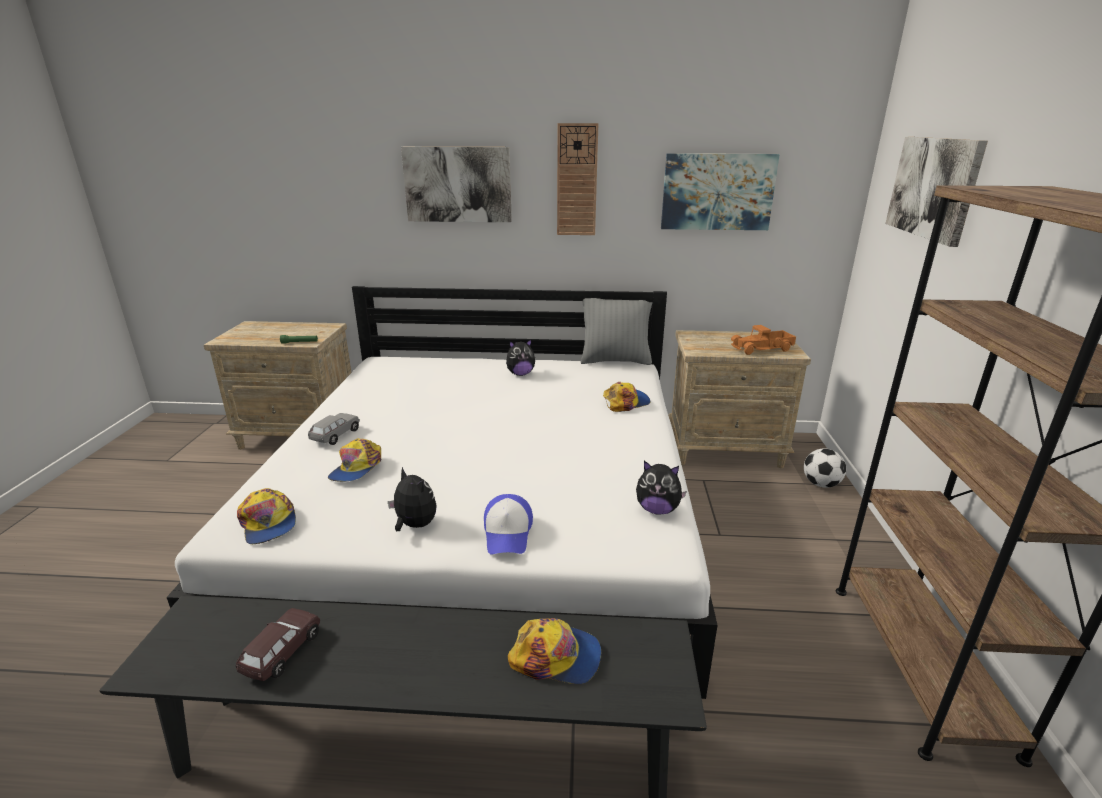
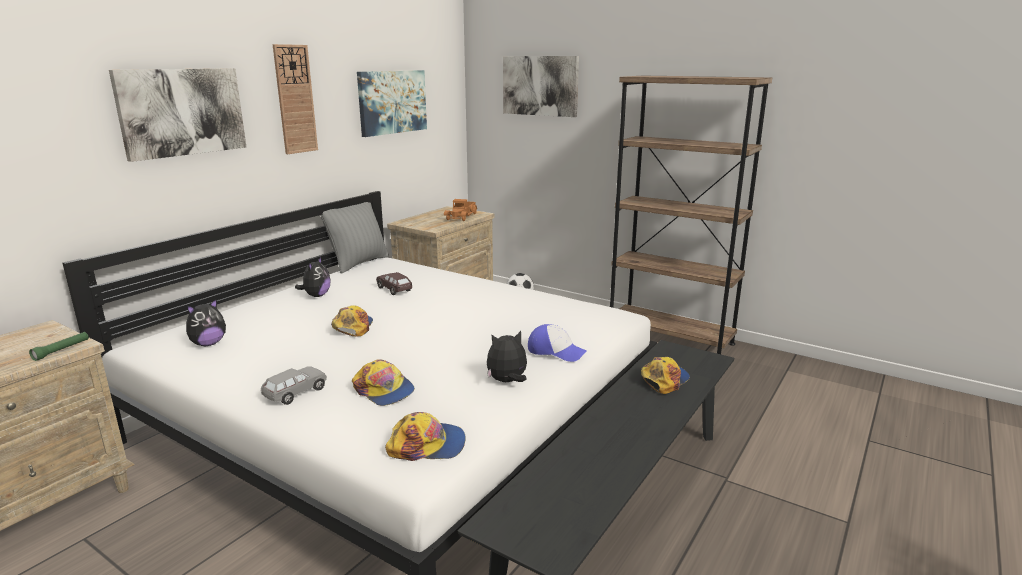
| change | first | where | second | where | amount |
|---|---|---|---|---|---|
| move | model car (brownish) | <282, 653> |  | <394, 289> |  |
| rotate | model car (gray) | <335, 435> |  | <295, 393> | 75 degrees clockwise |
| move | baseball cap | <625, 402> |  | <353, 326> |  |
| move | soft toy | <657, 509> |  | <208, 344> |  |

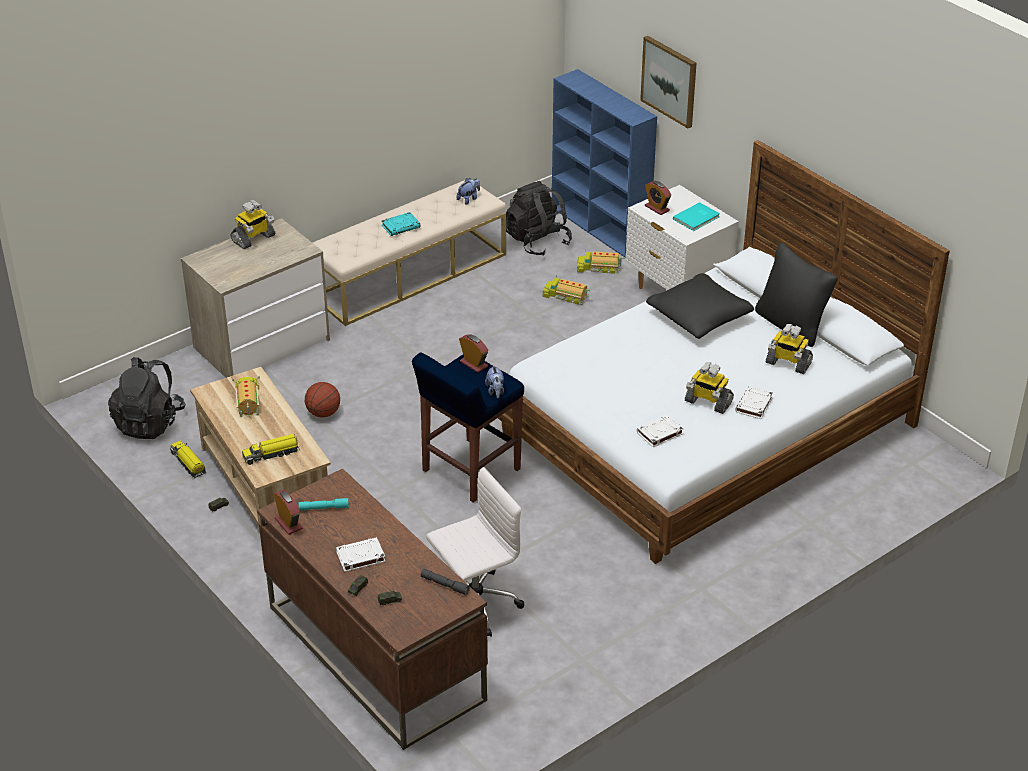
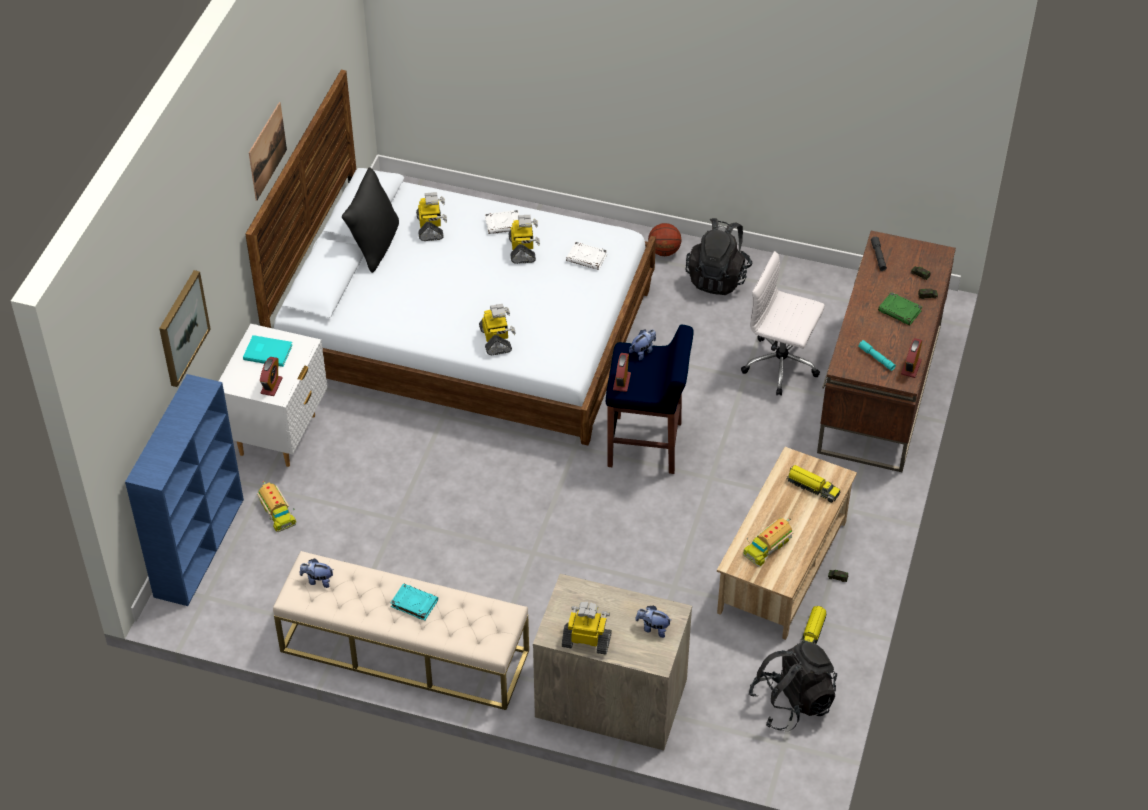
| change | first | where | second | where | amount |
|---|---|---|---|---|---|
| move | ball for basketball | <323, 413> |  | <664, 251> |  |
| recolor | book (white) | <360, 557> | book (green) | <900, 311> |  |
| move | rucksack (black-coloured) | <537, 241> |  | <718, 277> |  |
| delete | toy lorry | <566, 296> |  |  |  |
| delete | throw pillow (black-coloured) | <699, 317> |  |  |  |
| insert |  |  | wall picture | <267, 151> |  |
| insert |  |  | robot figure | <496, 340> |  |
| insert |  |  | soft toy | <653, 628> |  |

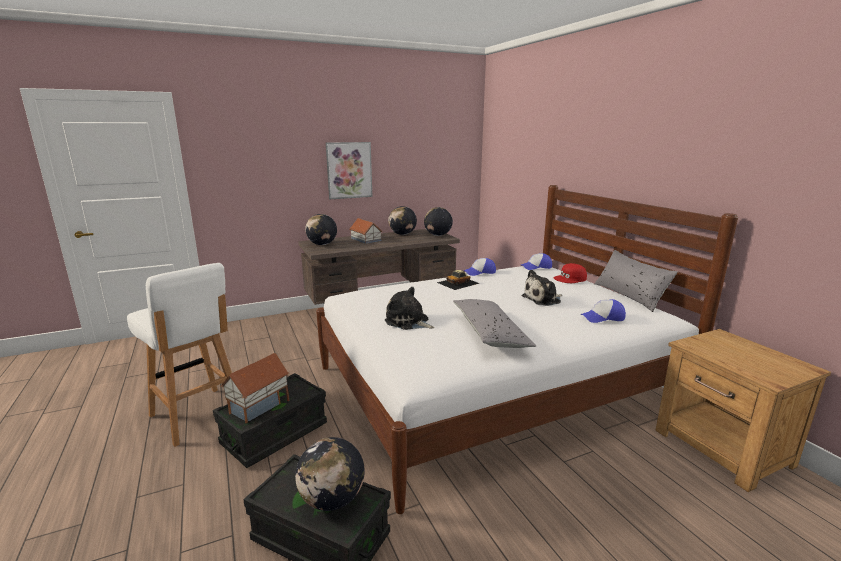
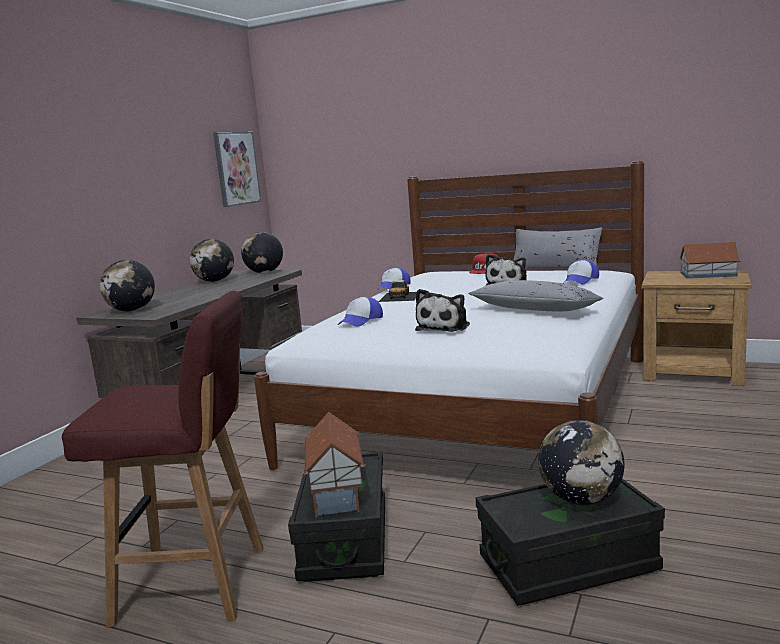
| change | first | where | second | where | amount |
|---|---|---|---|---|---|
| recolor | stool (white) | <198, 416> | stool (reddish) | <195, 584> |  |
| move | wall picture | <349, 170> |  | <236, 168> |  |
| move | miniature house | <365, 239> |  | <707, 274> |  |
| rotate | soft toy | <408, 322> |  | <445, 327> | 60 degrees counterclockwise |
| move | baseball cap | <536, 267> |  | <361, 321> |  |

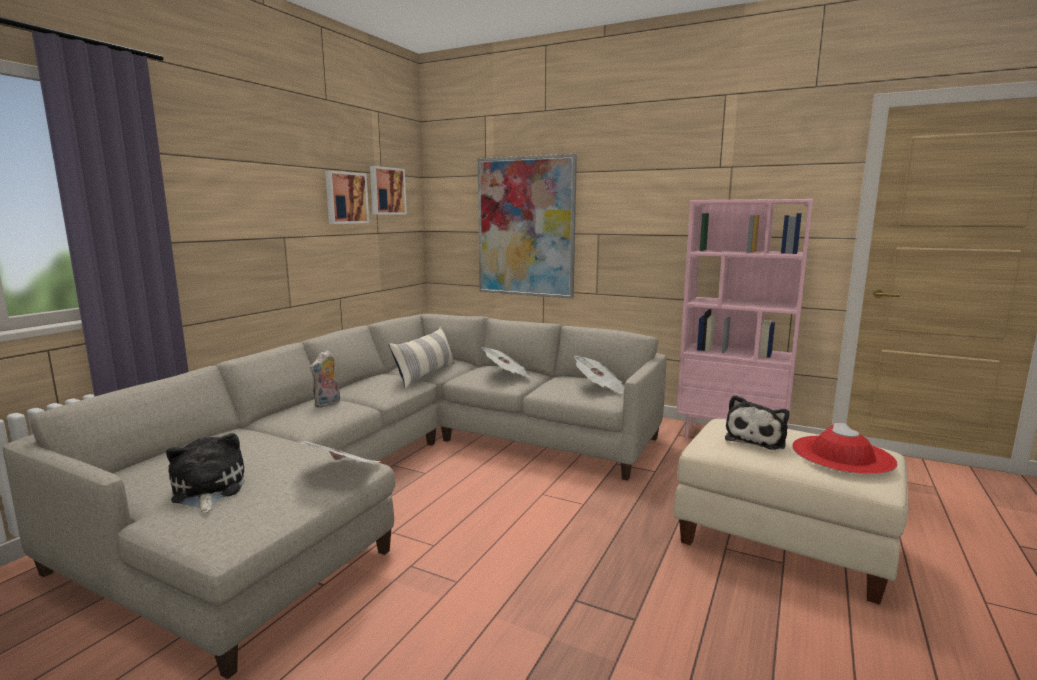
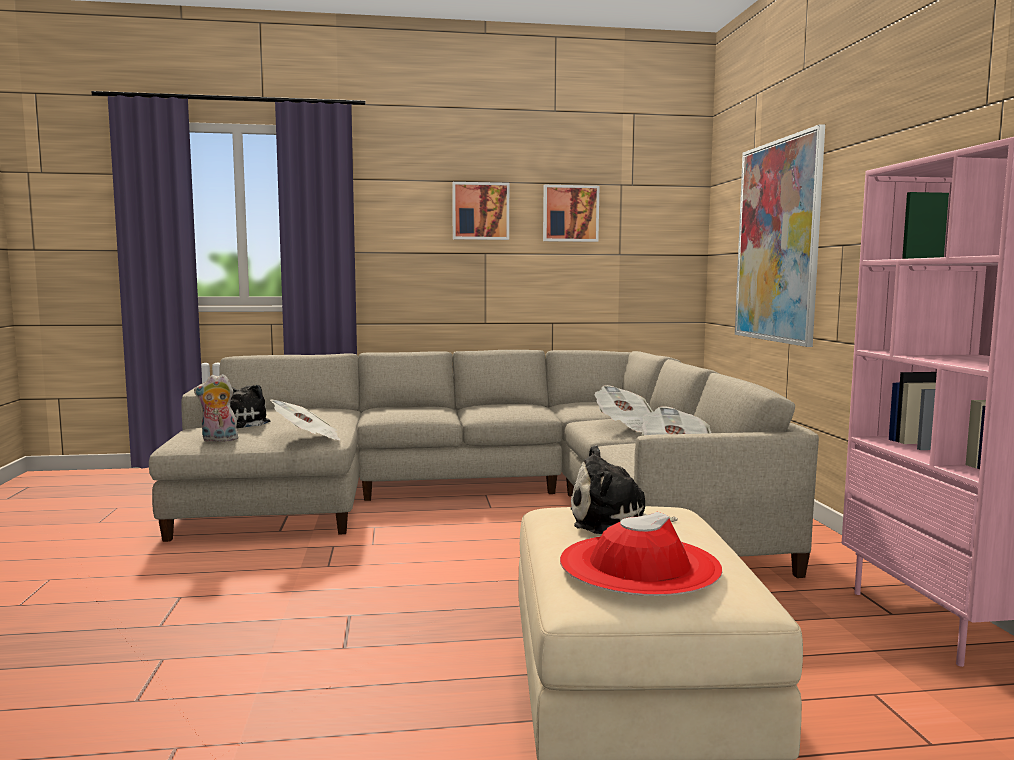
| change | first | where | second | where | amount |
|---|---|---|---|---|---|
| move | soft toy | <328, 404> |  | <218, 440> |  |
| move | wall picture | <386, 191> |  | <480, 211> |  |
| delete | throw pillow | <426, 374> |  |  |  |

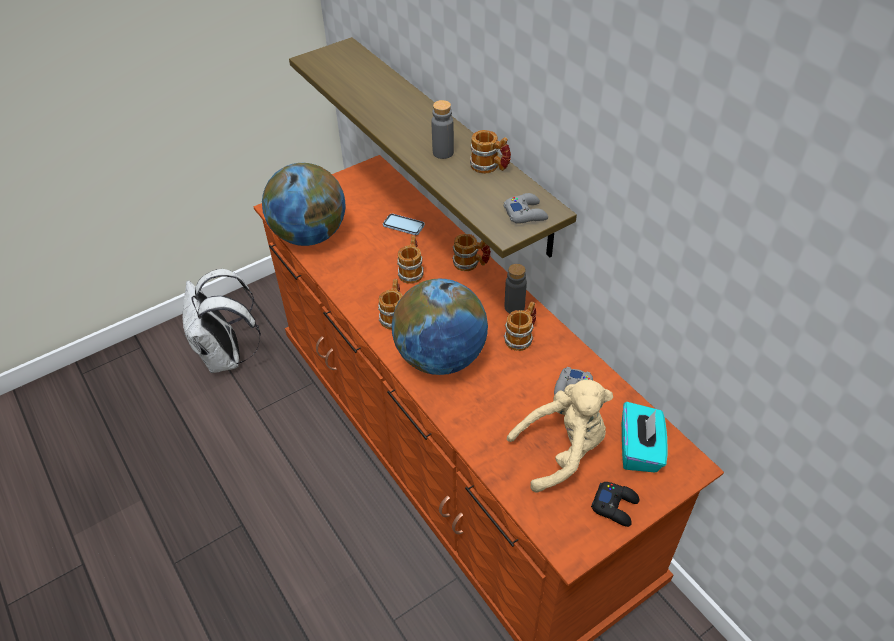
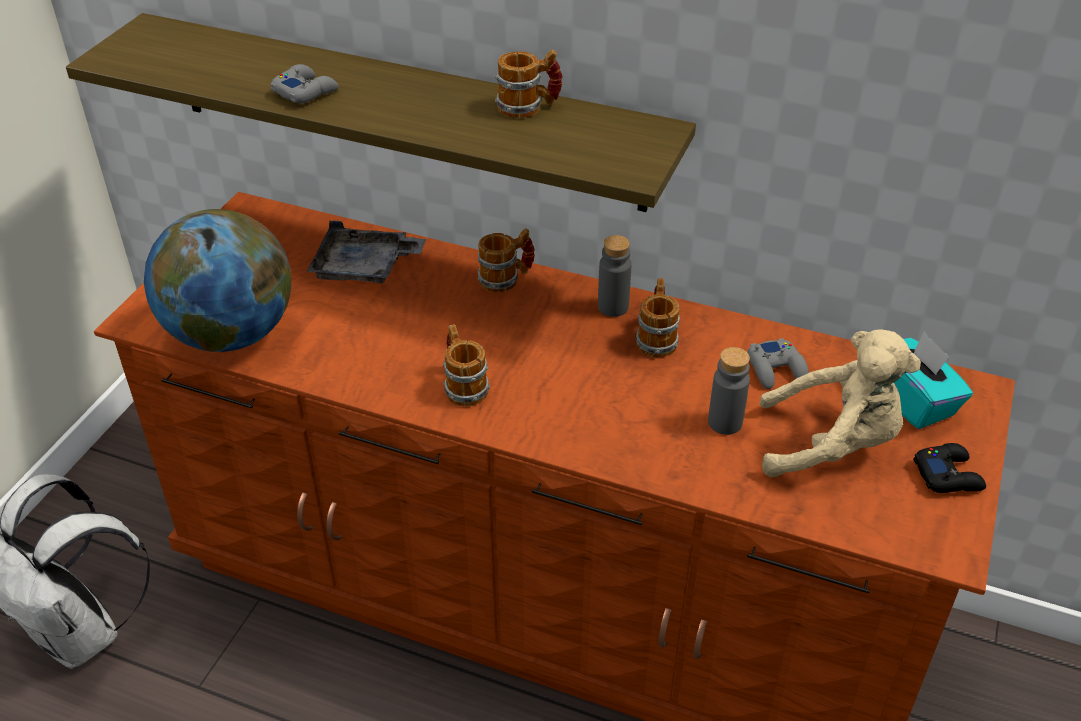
| change | first | where | second | where | amount |
|---|---|---|---|---|---|
| replace | handset | <403, 225> | carrying tray (gray) | <365, 268> |  |
| delete | desk globe | <441, 357> |  |  |  |
| delete | mug | <412, 271> |  |  |  |
| move | beverage bottle (gray) | <443, 152> |  | <725, 422> |  |
| move | gamepad (gray) | <525, 213> |  | <305, 91> |  |
| rotate | soft toy (beige-coloured) | <562, 451> |  | <832, 445> | 60 degrees clockwise |

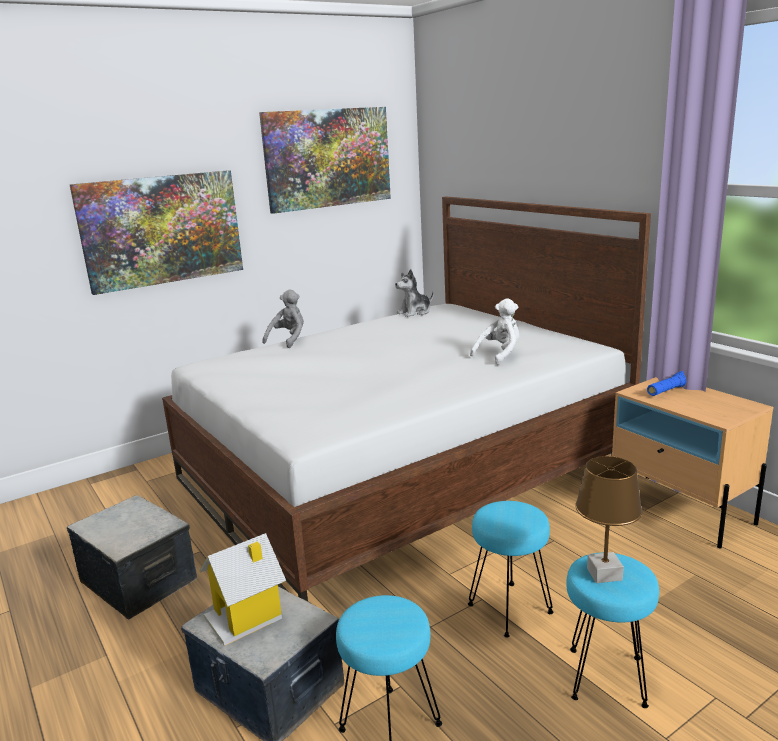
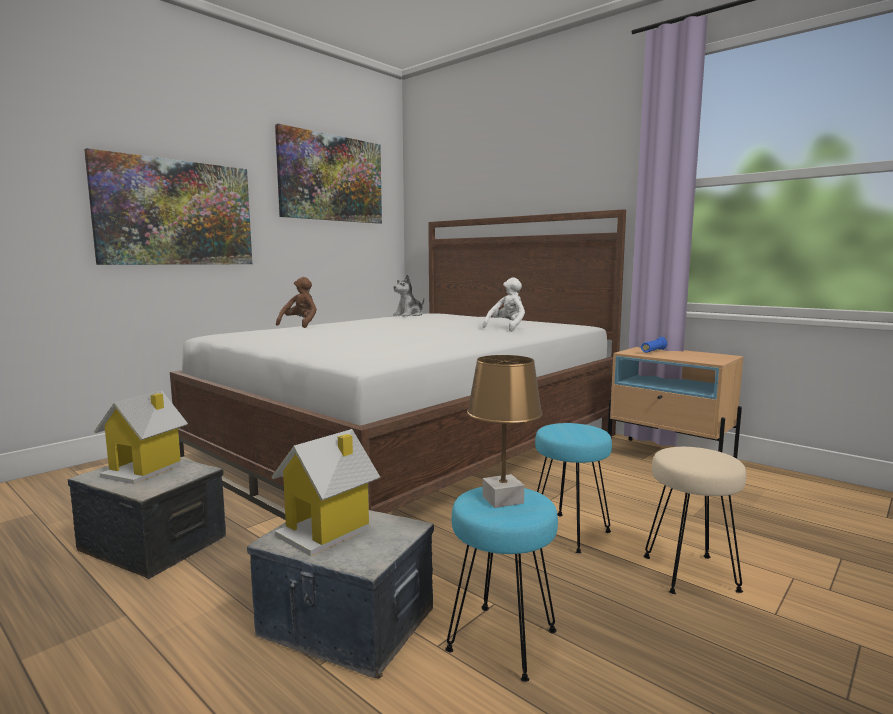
| change | first | where | second | where | amount |
|---|---|---|---|---|---|
| recolor | soft toy (gray) | <288, 340> | soft toy (brownish) | <300, 325> |  |
| recolor | stool (turquoise-coloured) | <605, 677> | stool (beige-coloured) | <688, 573> |  |
| move | tabletop lamp (brownish) | <604, 574> |  | <503, 499> |  |
| insert |  |  | miniature house | <145, 469> |  |

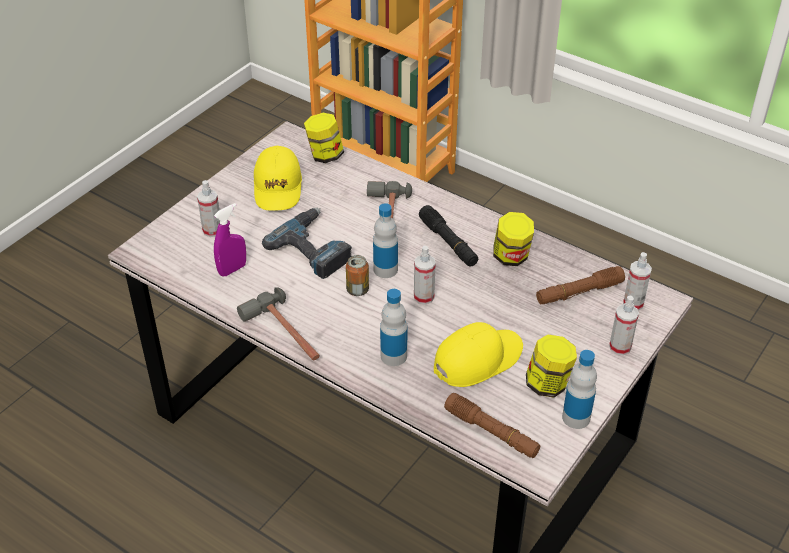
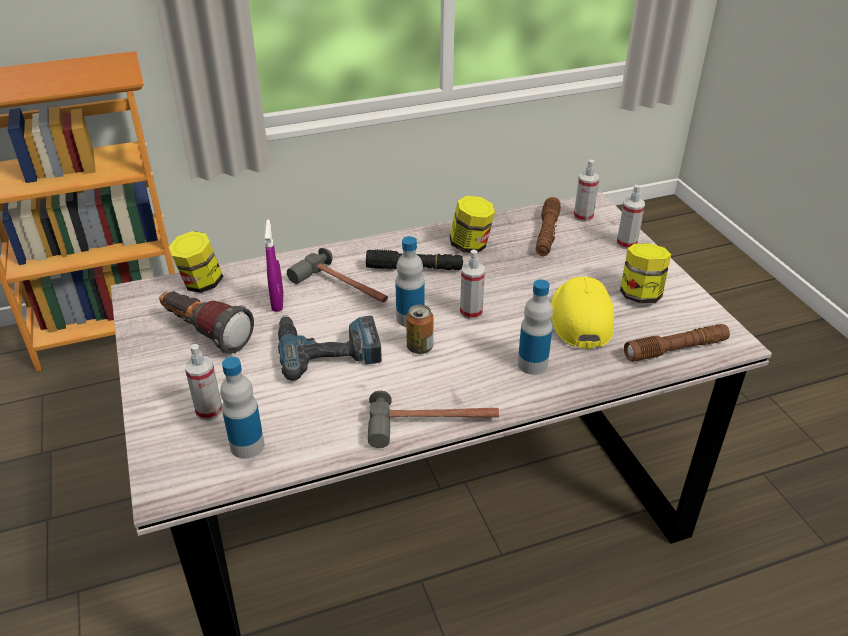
| change | first | where | second | where | amount |
|---|---|---|---|---|---|
| move | sprayer (purple-coloured) | <232, 269> |  | <277, 302> |  |
| replace | baseball cap (yellow) | <278, 187> | flashlight | <205, 334> |  |
| move | beverage bottle | <576, 417> |  | <247, 445> |  |

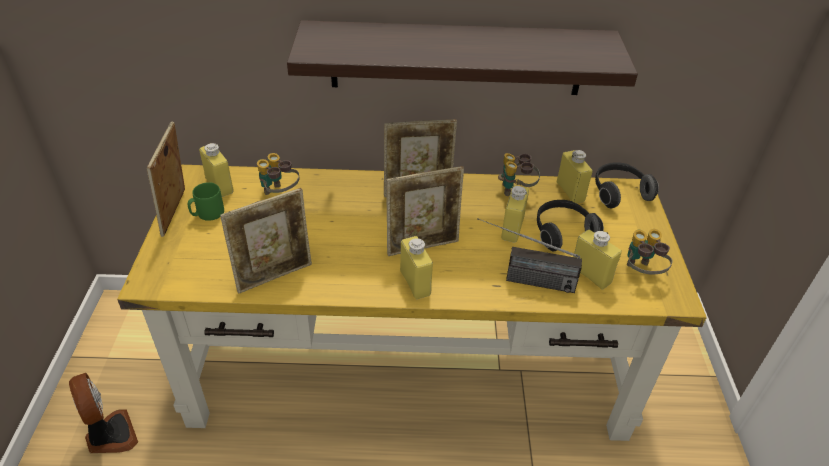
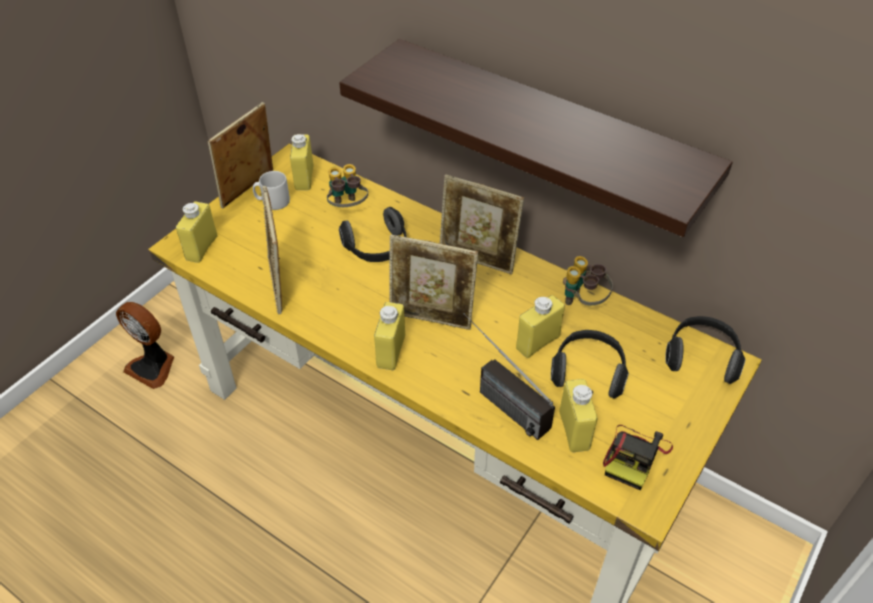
| change | first | where | second | where | amount |
|---|---|---|---|---|---|
| rotate | electric fan | <110, 435> |  | <153, 366> | 120 degrees clockwise |
| recolor | mug (green) | <207, 214> | mug (gray) | <272, 202> |  |
| rotate | photo frame | <274, 275> |  | <278, 285> | 75 degrees clockwise |
| move | beverage bottle (yellow) | <570, 192> |  | <201, 248> |  |
| replace | field glasses | <641, 272> | photo camera | <634, 456> |  |
| insert |  |  | headphones | <377, 249> |  |

